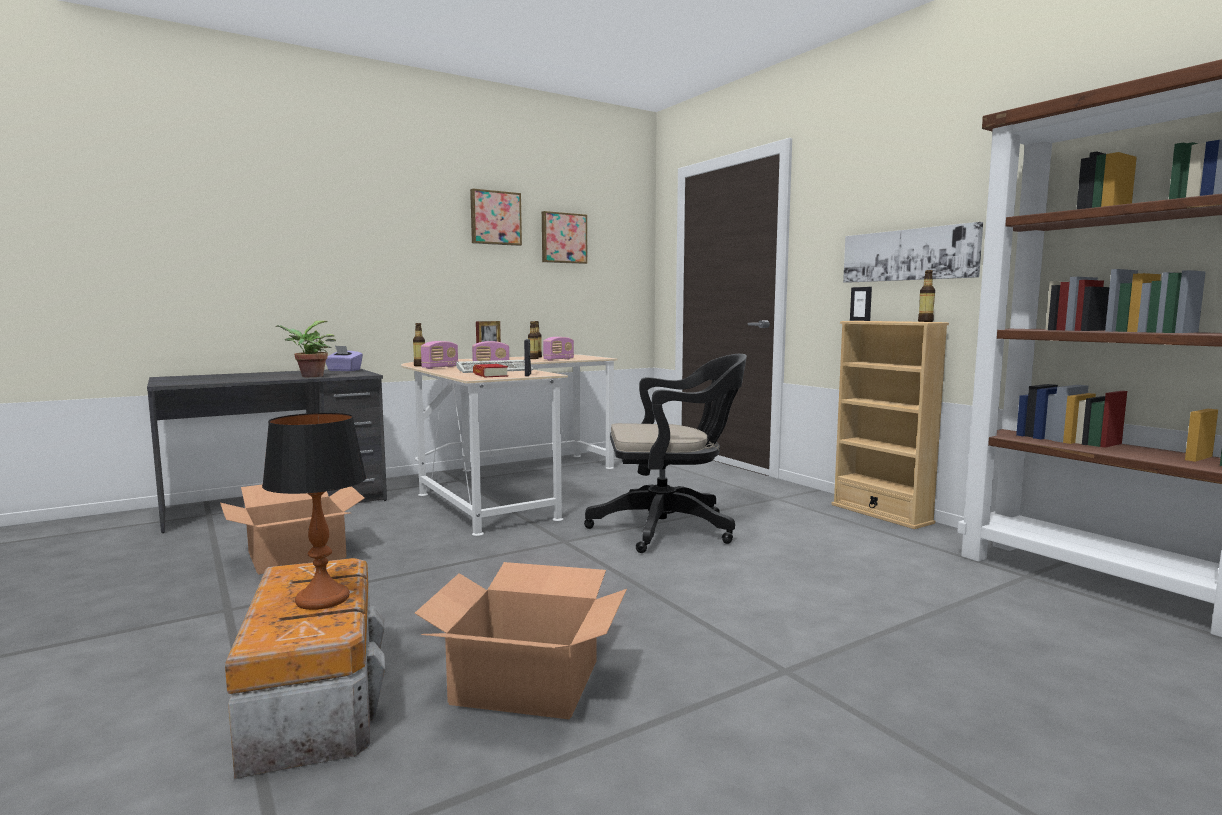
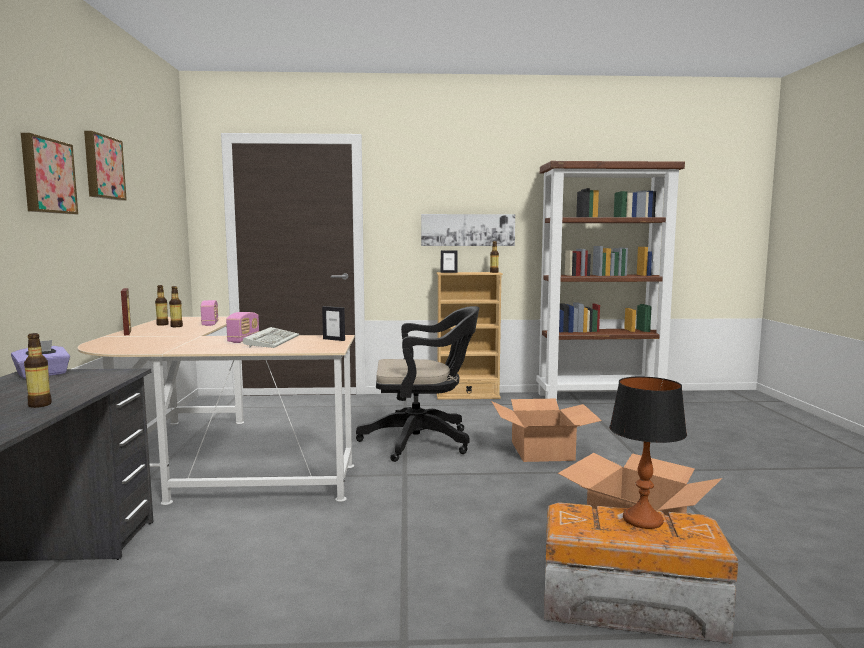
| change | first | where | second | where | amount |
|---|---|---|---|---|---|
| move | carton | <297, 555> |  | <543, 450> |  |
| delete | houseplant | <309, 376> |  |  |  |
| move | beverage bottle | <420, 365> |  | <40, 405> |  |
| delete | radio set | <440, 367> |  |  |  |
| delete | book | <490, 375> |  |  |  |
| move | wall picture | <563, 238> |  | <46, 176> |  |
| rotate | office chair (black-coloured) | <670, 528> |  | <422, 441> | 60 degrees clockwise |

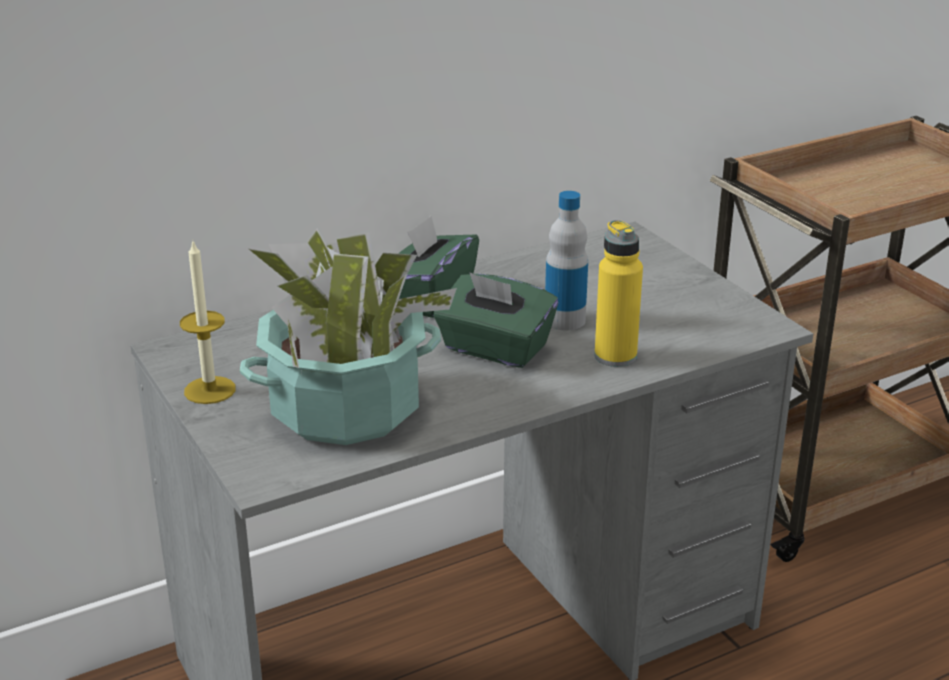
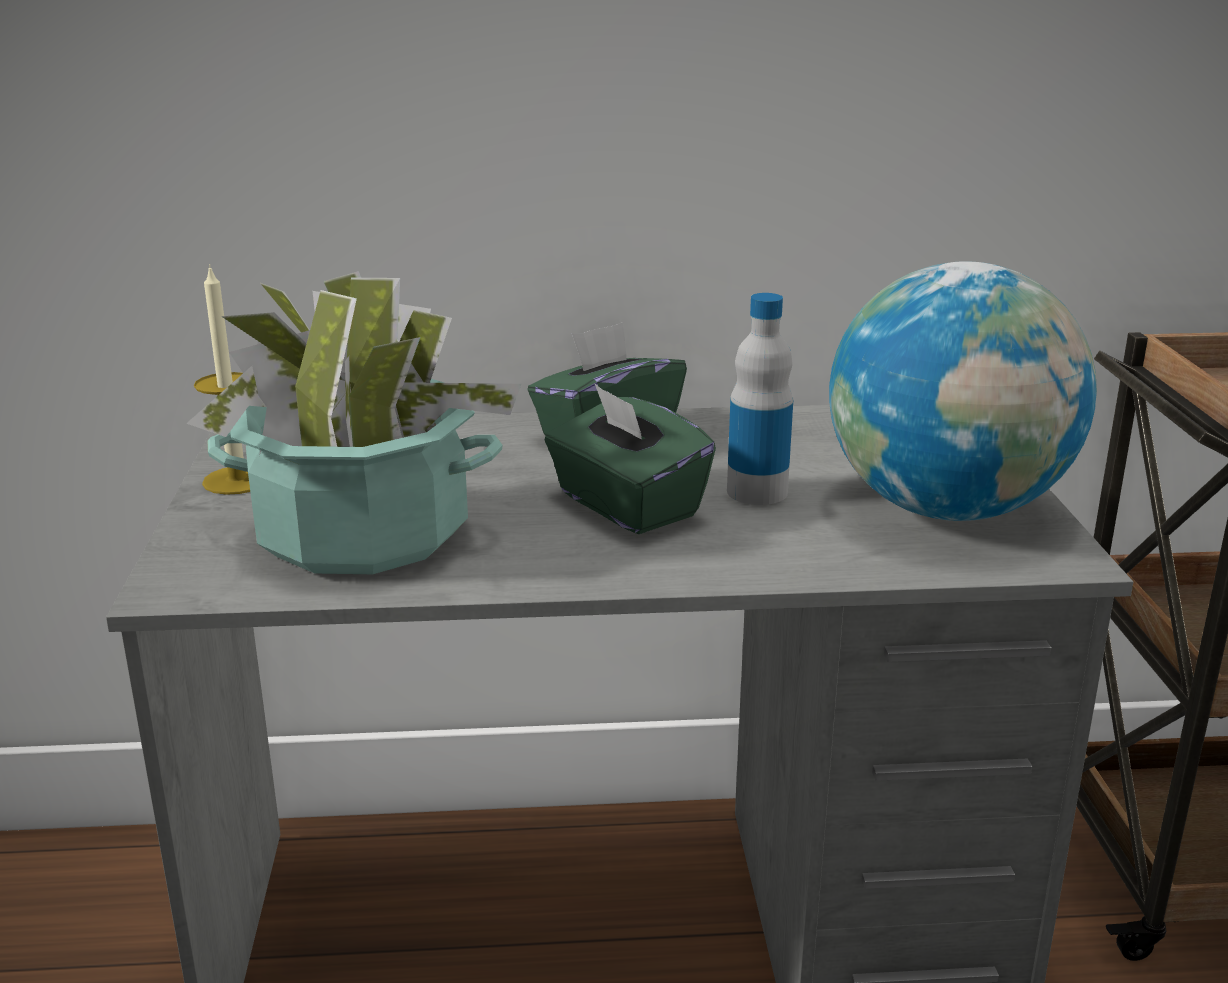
| change | first | where | second | where | amount |
|---|---|---|---|---|---|
| delete | beverage bottle (yellow) | <615, 356> |  |  |  |
| insert |  |  | desk globe | <946, 509> |  |

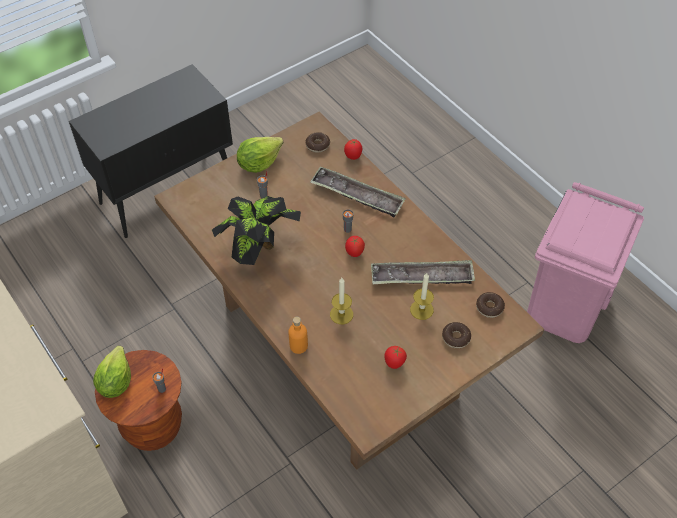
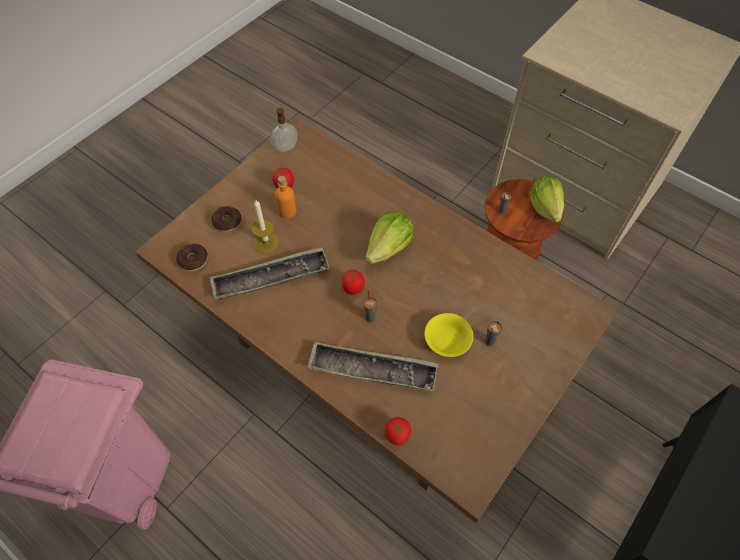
| change | first | where | second | where | amount |
|---|---|---|---|---|---|
| delete | houseplant | <259, 249> |  |  |  |
| move | head of lettuce | <259, 163> |  | <389, 248> |  |
| move | beverage bottle (orange-coloured) | <298, 346> |  | <287, 211> |  |
| delete | ring doughnut | <317, 145> |  |  |  |
| delete | wax light | <341, 314> |  |  |  |
| insert |  |  | soap dispenser | <286, 148> |  |
| insert |  |  | bowl (yellow) | <447, 341> |  |

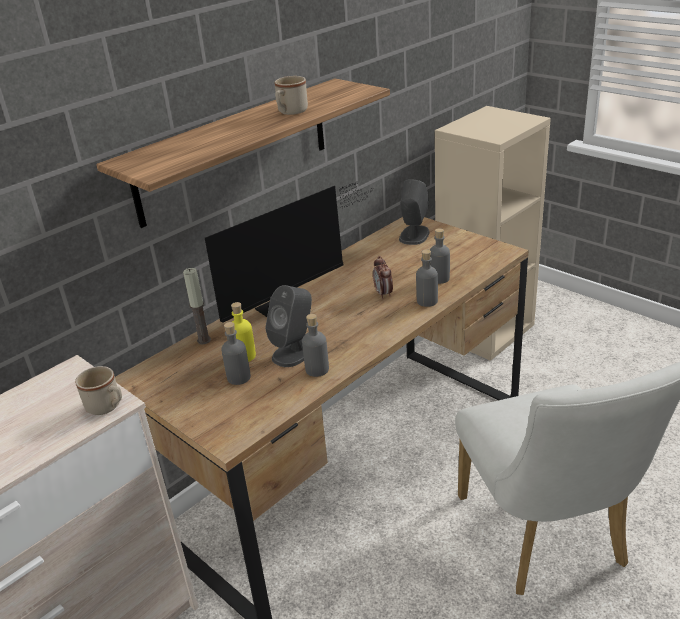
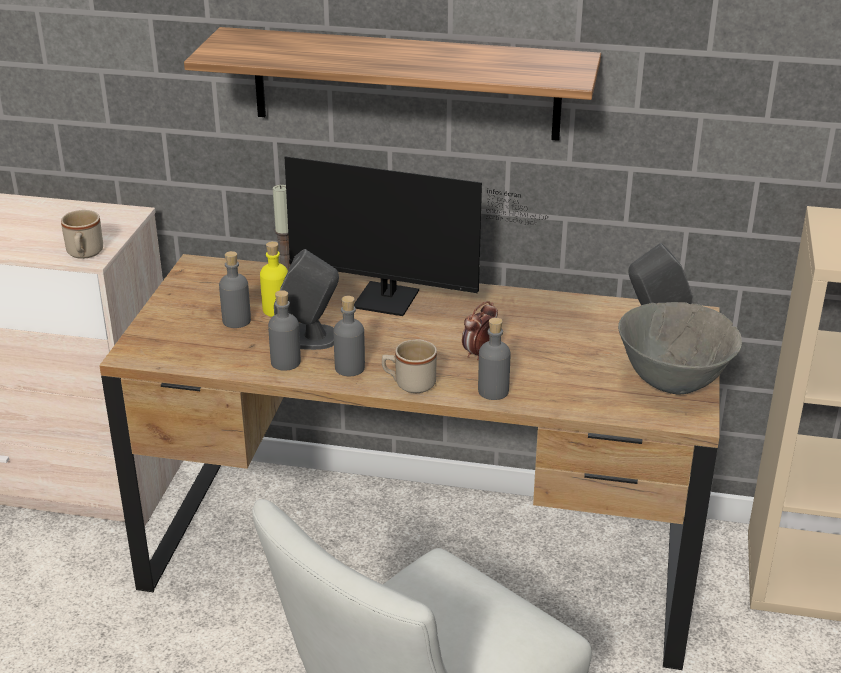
| change | first | where | second | where | amount |
|---|---|---|---|---|---|
| move | mug (beige-coloured) | <290, 112> |  | <409, 384> |  |
| move | beverage bottle (gray) | <439, 278> |  | <350, 368> |  |
| insert |  |  | bowl (gray) | <672, 381> |  |

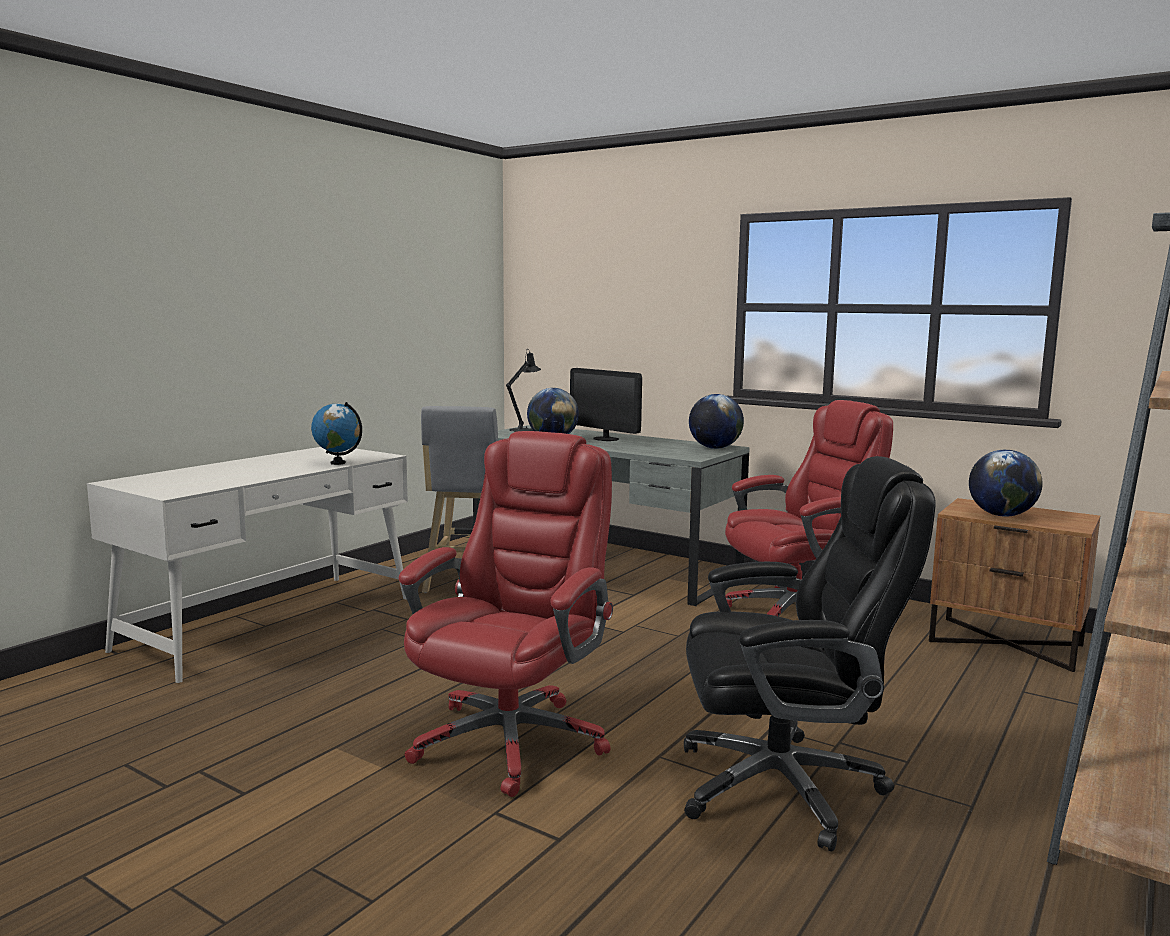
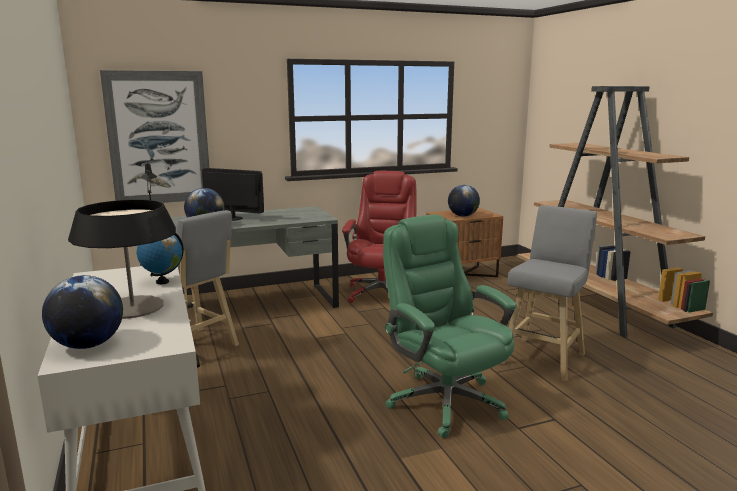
| change | first | where | second | where | amount |
|---|---|---|---|---|---|
| recolor | office chair (reddish) | <512, 739> | office chair (green) | <444, 401> |  |
| rotate | computer screen | <606, 439> |  | <233, 218> | 150 degrees counterclockwise |
| replace | office chair (black-coloured) | <784, 786> | stool (gray) | <544, 357> |  |
| move | desk globe | <715, 448> |  | <88, 345> |  |
| insert |  |  | tabletop lamp | <132, 307> |  |
| insert |  |  | wall picture | <159, 138> |  |

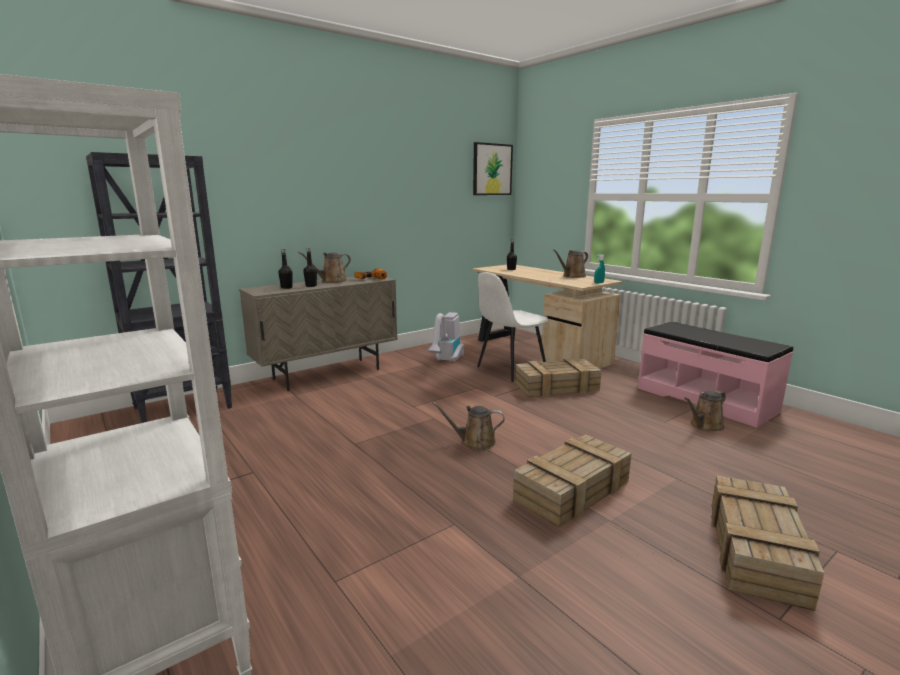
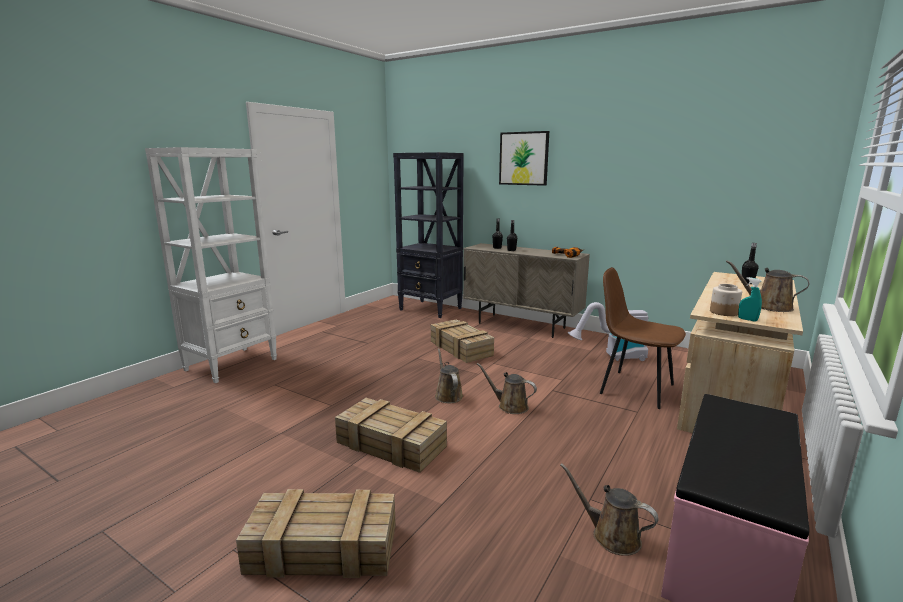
| change | first | where | second | where | amount |
|---|---|---|---|---|---|
| move | watering can (brownish) | <331, 281> |  | <510, 406> |  |
| move | wall picture | <492, 169> |  | <523, 158> |  |
| recolor | upright chair (white) | <510, 370> | upright chair (brownish) | <634, 388> |  |
| move | shipping crate | <557, 387> |  | <462, 348> |  |
| insert |  |  | preserve jar | <723, 312> |  |

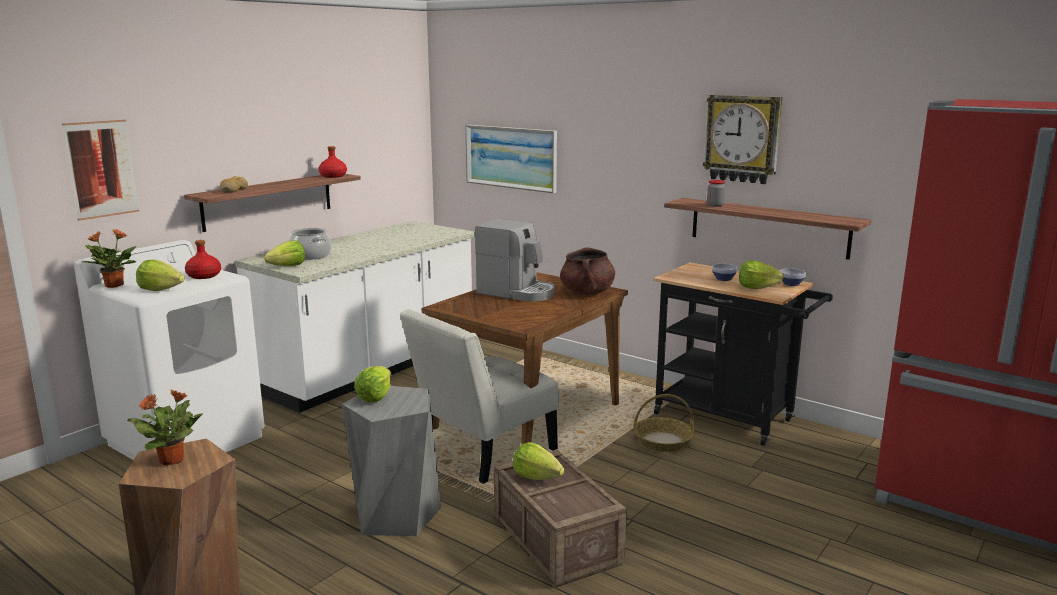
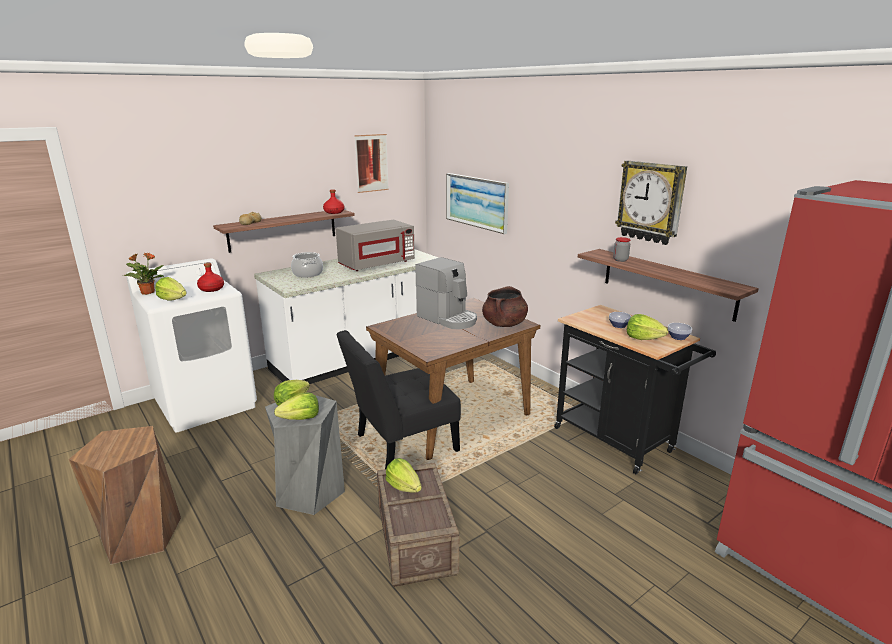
| change | first | where | second | where | amount |
|---|---|---|---|---|---|
| move | wall picture | <101, 169> |  | <371, 163> |  |
| delete | houseplant | <172, 460> |  |  |  |
| move | head of lettuce | <288, 266> |  | <300, 419> |  |
| recolor | upright chair (white) | <482, 452> | upright chair (black-coloured) | <401, 444> |  |
| delete | storage basket | <663, 441> |  |  |  |
| insert |  |  | kitchen microwave (gray) | <376, 264> |  |

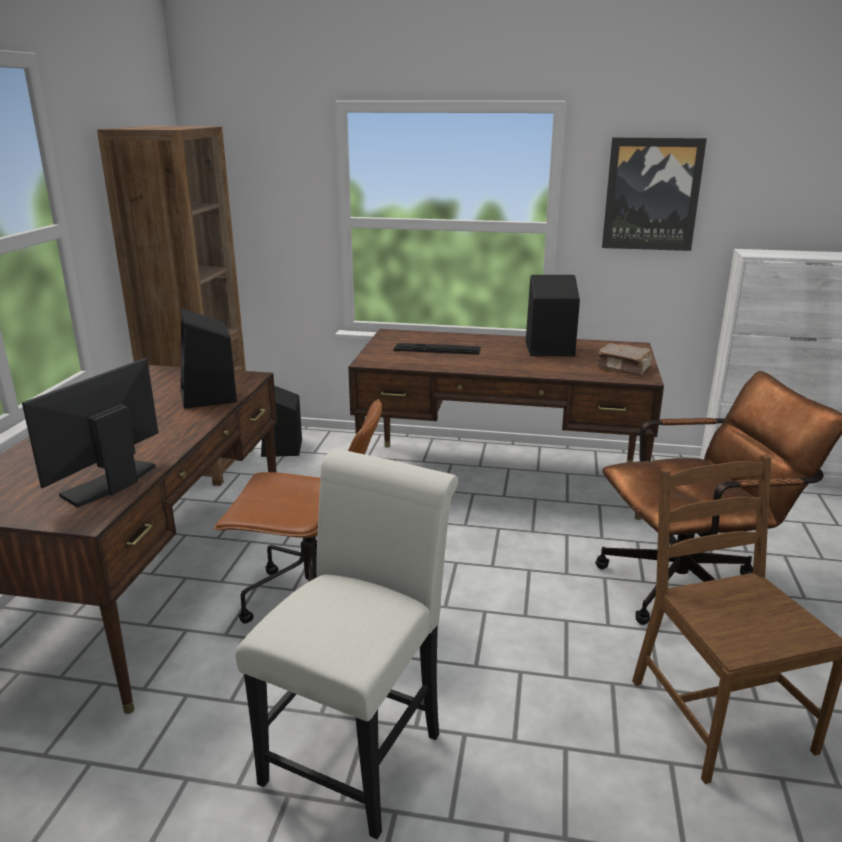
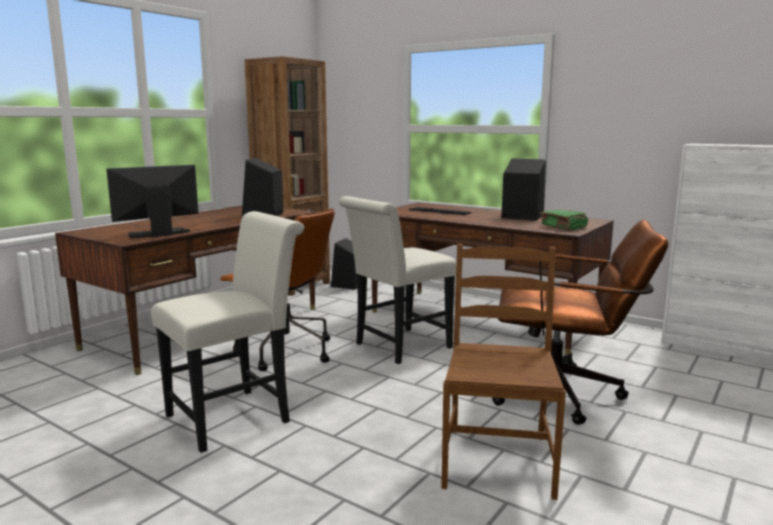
| change | first | where | second | where | amount |
|---|---|---|---|---|---|
| recolor | book (brownish) | <623, 368> | book (green) | <563, 227> |  |
| delete | wall picture | <651, 194> |  |  |  |
| insert |  |  | upright chair (white) | <397, 347> |  |

